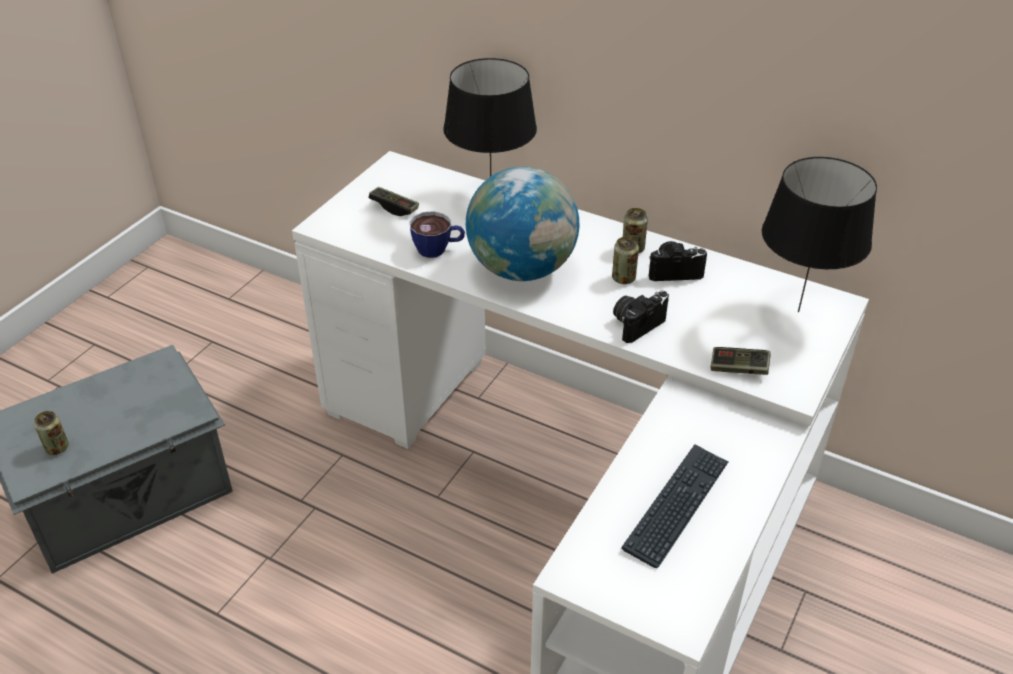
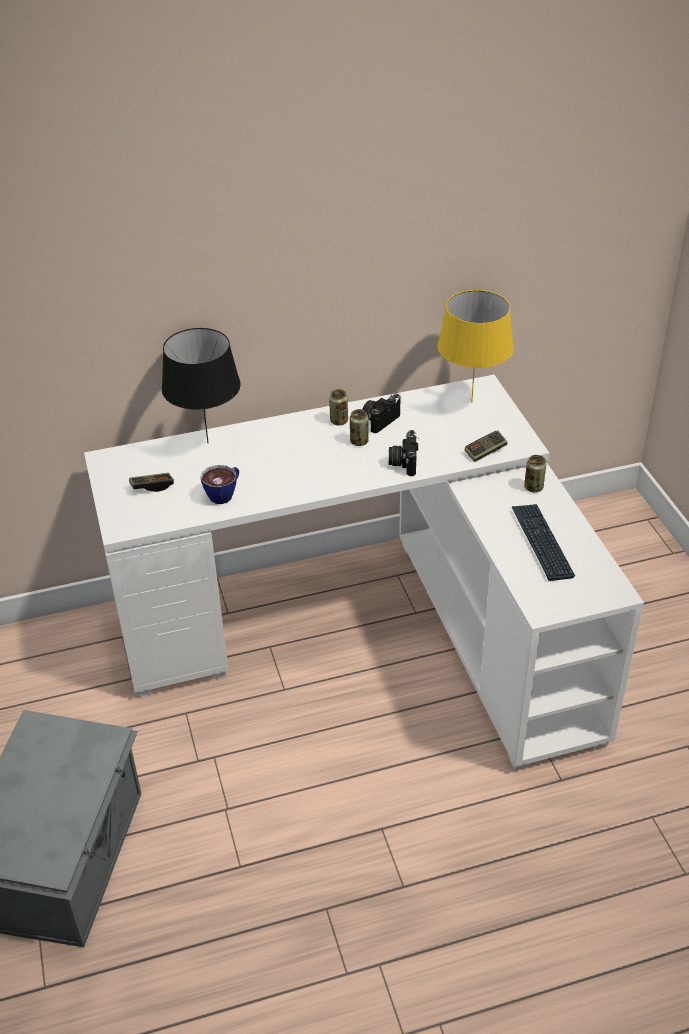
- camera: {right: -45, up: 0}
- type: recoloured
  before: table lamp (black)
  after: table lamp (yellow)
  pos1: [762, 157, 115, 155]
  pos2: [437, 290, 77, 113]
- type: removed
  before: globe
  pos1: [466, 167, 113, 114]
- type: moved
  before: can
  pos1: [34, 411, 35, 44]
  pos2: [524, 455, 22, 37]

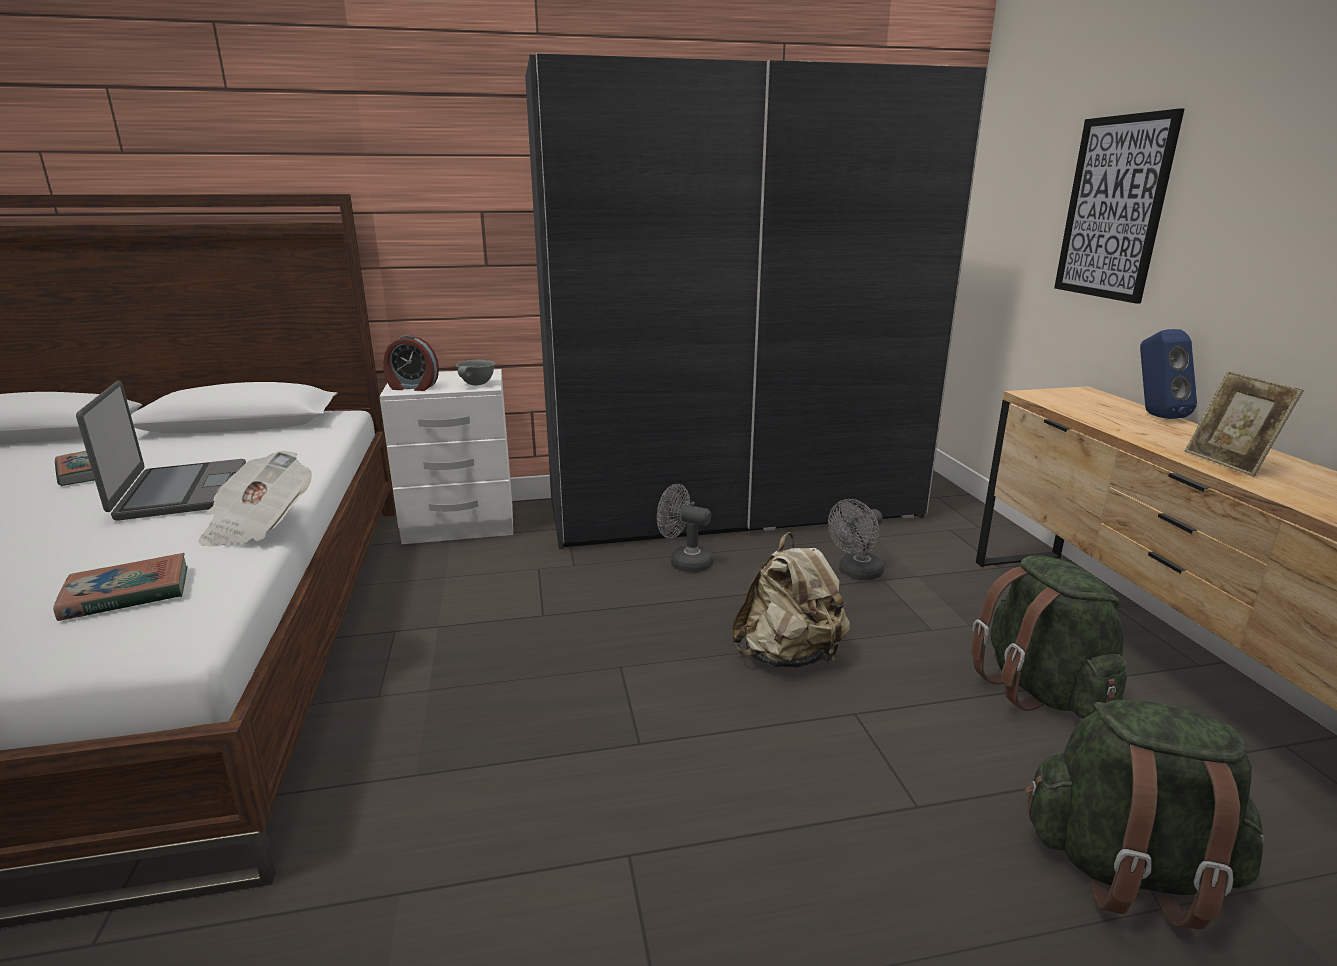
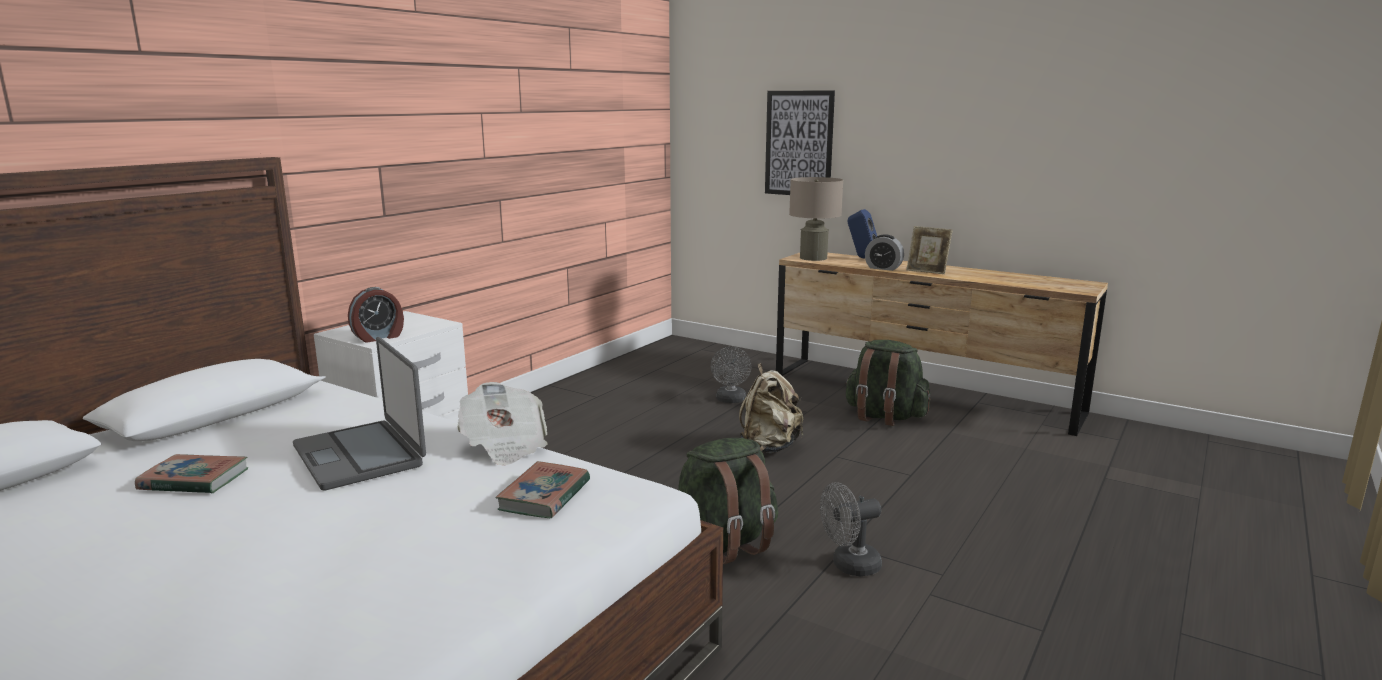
- camera: {right: -45, up: -5}
- type: removed
  before: wardrobe (grey)
  pos1: [525, 53, 464, 496]
- type: removed
  before: bowl (grey)
  pos1: [456, 359, 39, 26]
- type: turned
  before: laptop
  pos1: [76, 380, 170, 141]
  pos2: [293, 337, 133, 154]
  turn: -150
- type: moved
  before: fan (grey)
  pos1: [657, 484, 56, 89]
  pos2: [820, 482, 62, 94]
- type: moved
  before: backpack (green)
  pos1: [1025, 700, 238, 230]
  pos2: [679, 438, 99, 126]
- type: added
  after: table lamp (beige)
  pos2: [789, 177, 54, 84]
- type: added
  after: alarm clock
  pos2: [865, 234, 39, 37]

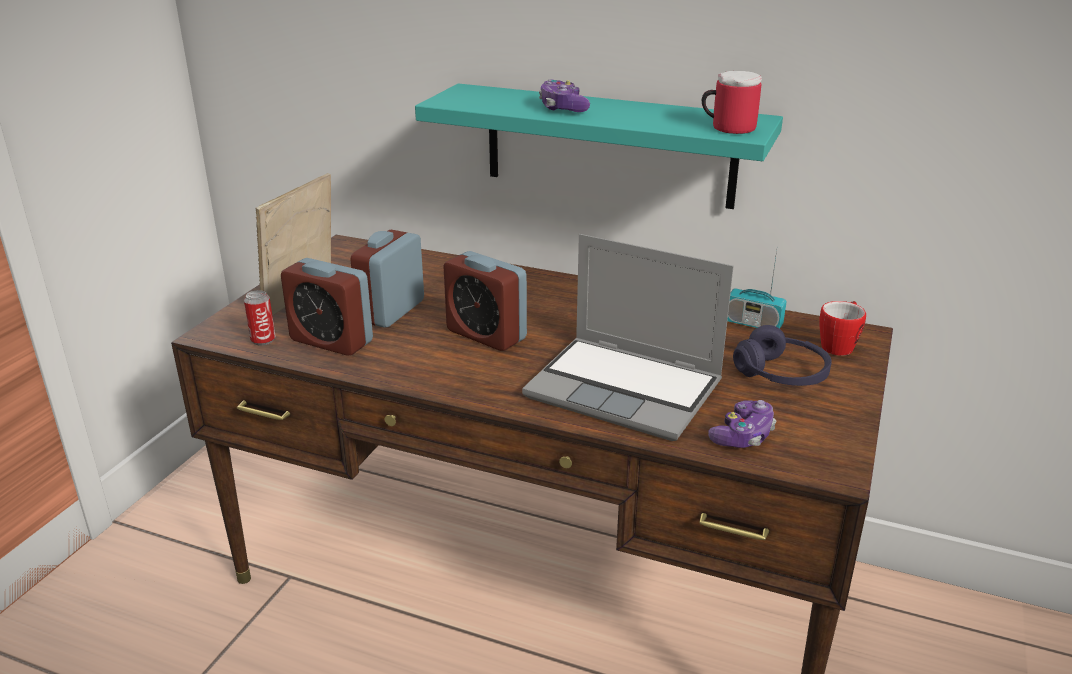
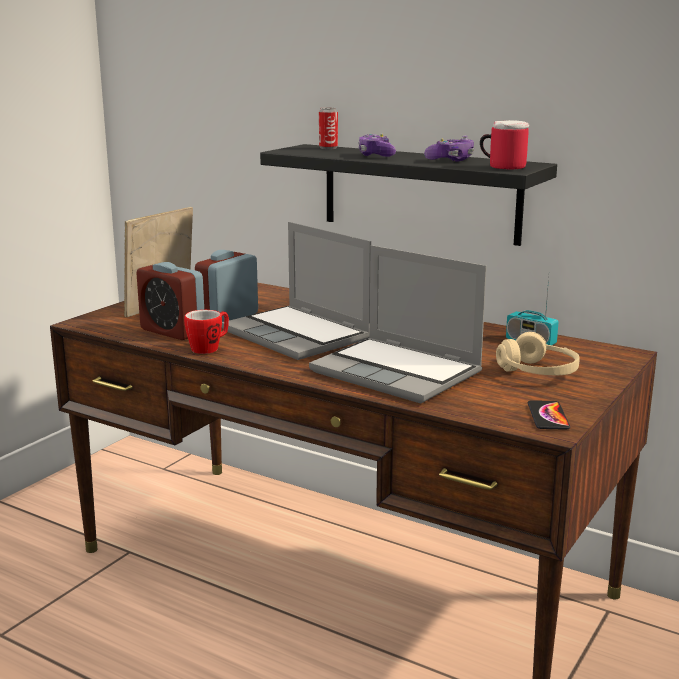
- camera: {right: 10, up: -10}
- type: recoloured
  before: shelf (turquoise)
  after: shelf (black)
  pos1: [415, 83, 368, 126]
  pos2: [260, 144, 297, 102]
- type: replaced
  before: alarm clock
  after: laptop
  pos1: [443, 251, 84, 100]
  pos2: [222, 222, 149, 138]
- type: moved
  before: can
  pos1: [244, 290, 32, 55]
  pos2: [319, 107, 19, 42]
- type: moved
  before: mug
  pos1: [819, 301, 47, 55]
  pos2: [184, 310, 45, 44]
- type: recoloured
  before: headphones (purple)
  after: headphones (beige)
  pos1: [733, 325, 98, 61]
  pos2: [496, 332, 84, 43]
- type: moved
  before: game controller
  pos1: [708, 400, 68, 48]
  pos2: [424, 136, 51, 25]
- type: added
  after: phone
  pos2: [528, 400, 42, 30]

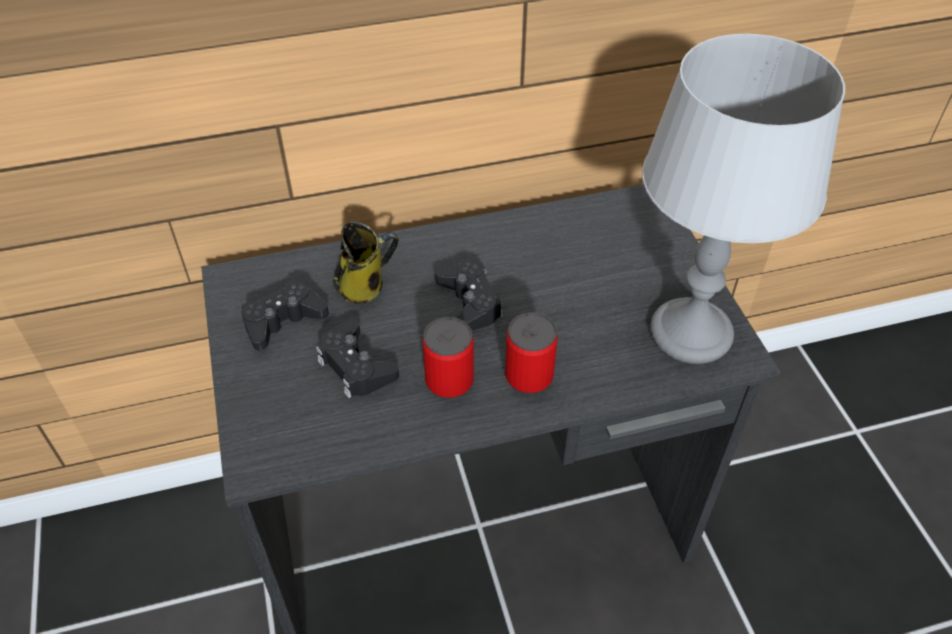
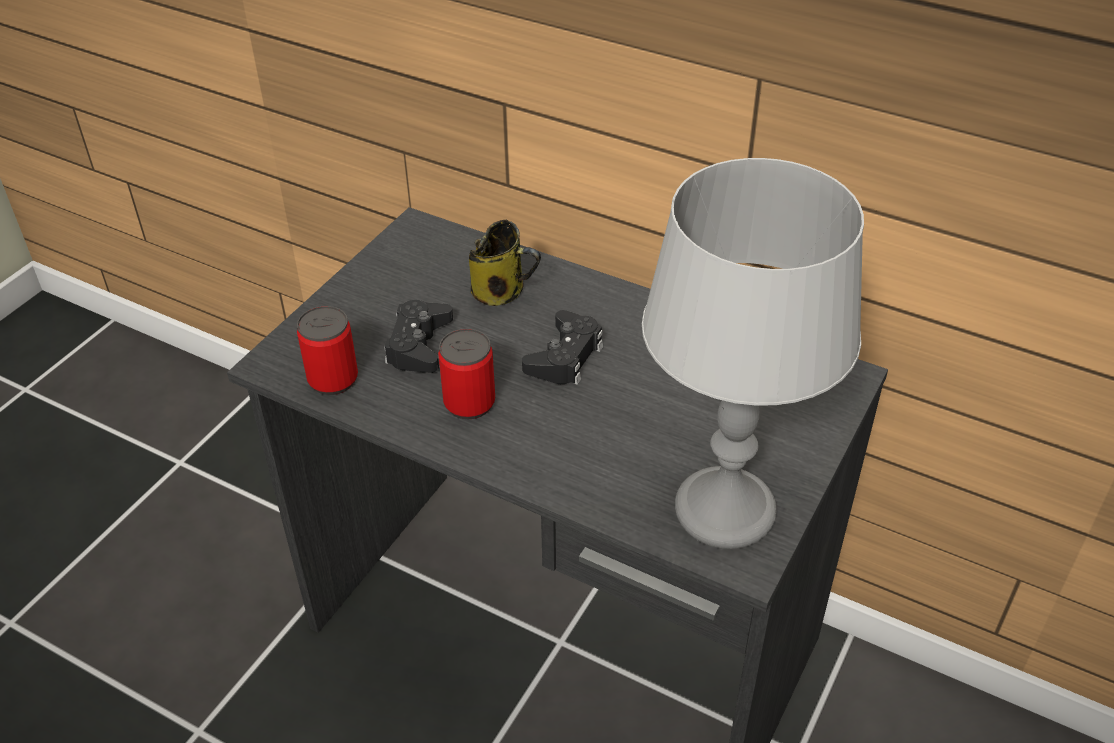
- camera: {right: 45, up: -5}
- type: removed
  before: game controller (black)
  pos1: [241, 280, 88, 70]
- type: moved
  before: can
  pos1: [505, 313, 53, 81]
  pos2: [297, 306, 61, 89]

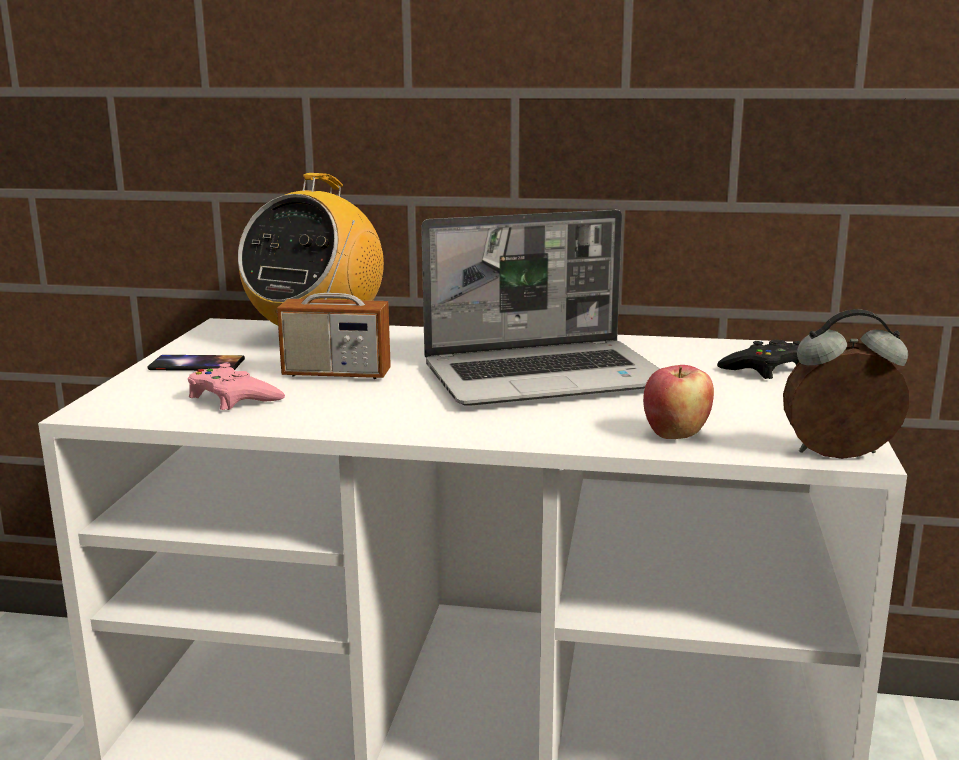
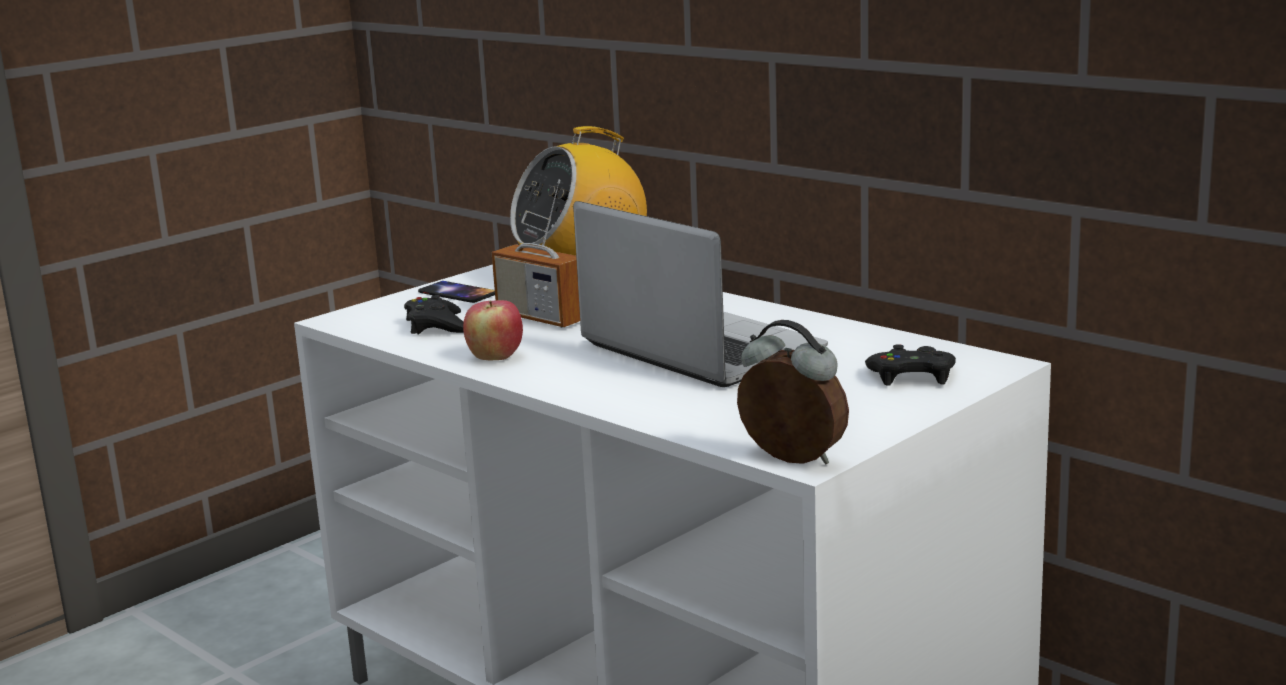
- camera: {right: 35, up: 0}
- type: turned
  before: laptop
  pos1: [421, 210, 239, 196]
  pos2: [573, 201, 255, 186]
  turn: -150
- type: recoloured
  before: game controller (pink)
  after: game controller (black)
  pos1: [188, 363, 97, 47]
  pos2: [404, 295, 60, 40]
- type: moved
  before: apple
  pos1: [643, 365, 71, 74]
  pos2: [463, 300, 60, 60]

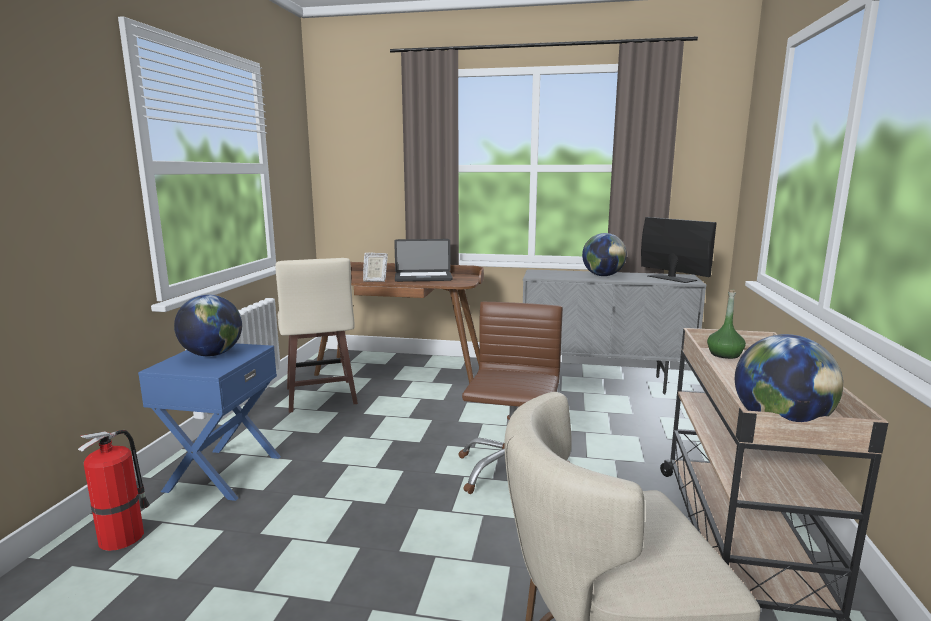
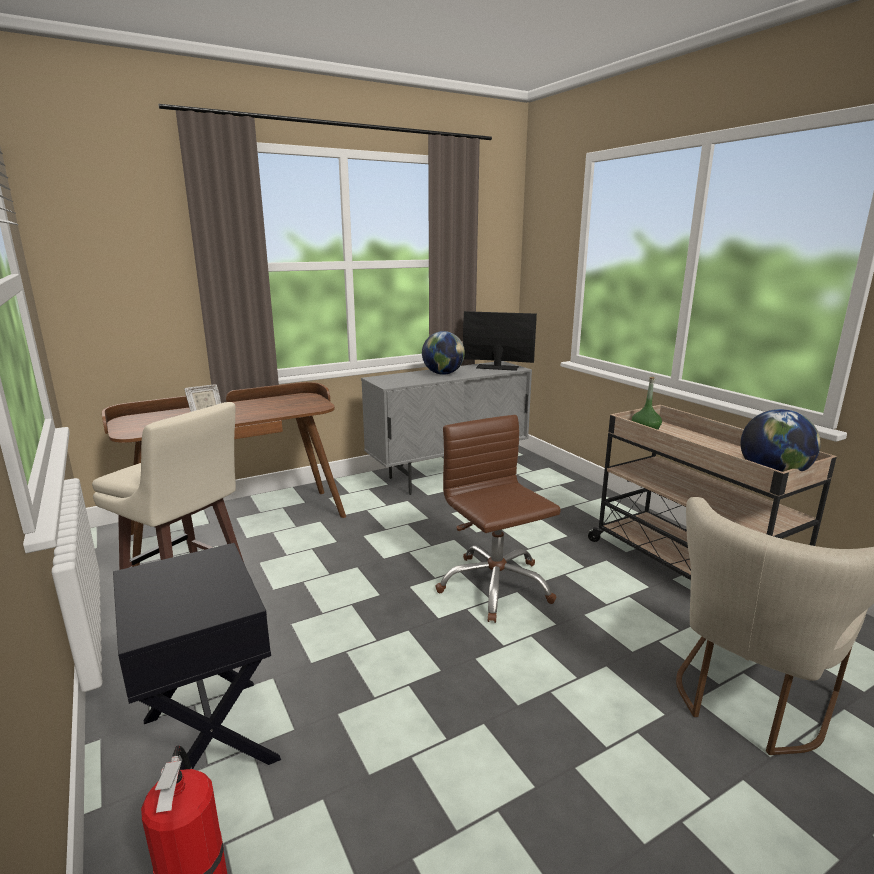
- camera: {right: -40, up: 5}
- type: removed
  before: laptop
  pos1: [394, 239, 59, 43]
- type: removed
  before: globe
  pos1: [174, 295, 68, 61]
- type: recoloured
  before: nightstand (blue)
  after: nightstand (black)
  pos1: [138, 343, 143, 158]
  pos2: [113, 543, 168, 227]

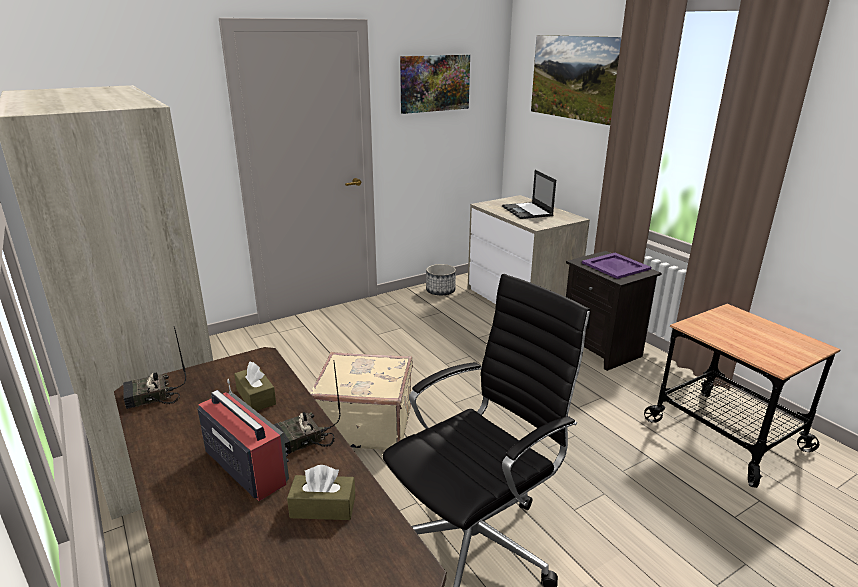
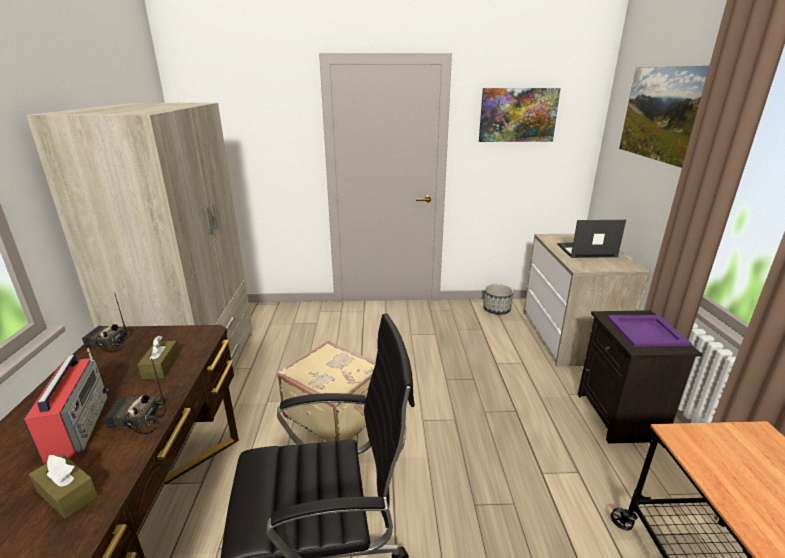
- camera: {right: 30, up: 0}
- type: turned
  before: laptop
  pos1: [502, 170, 54, 49]
  pos2: [557, 220, 69, 38]
  turn: 75

